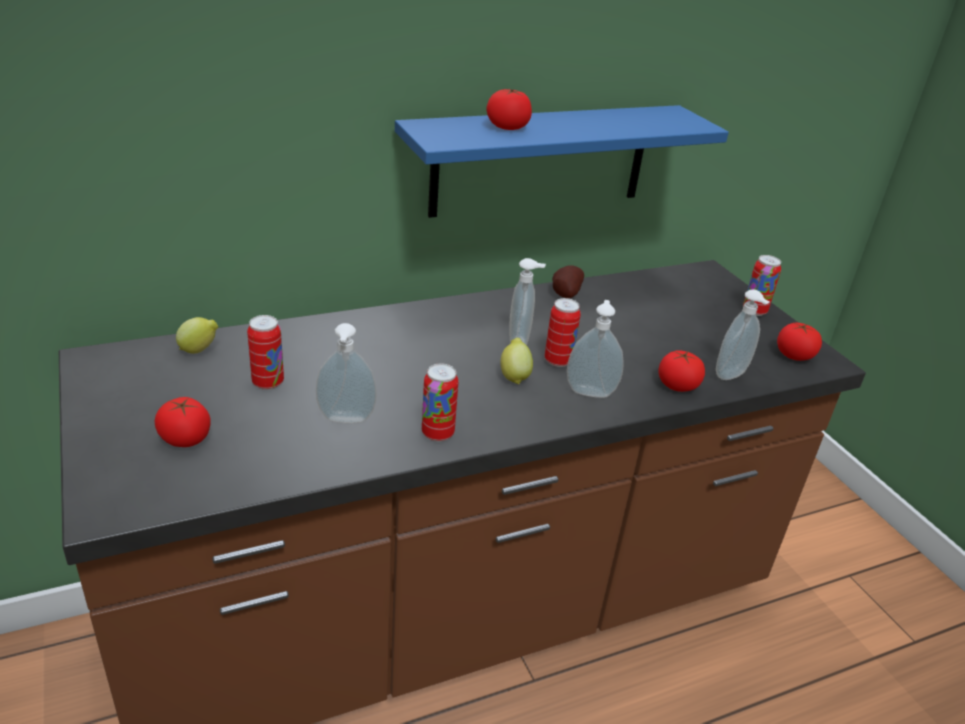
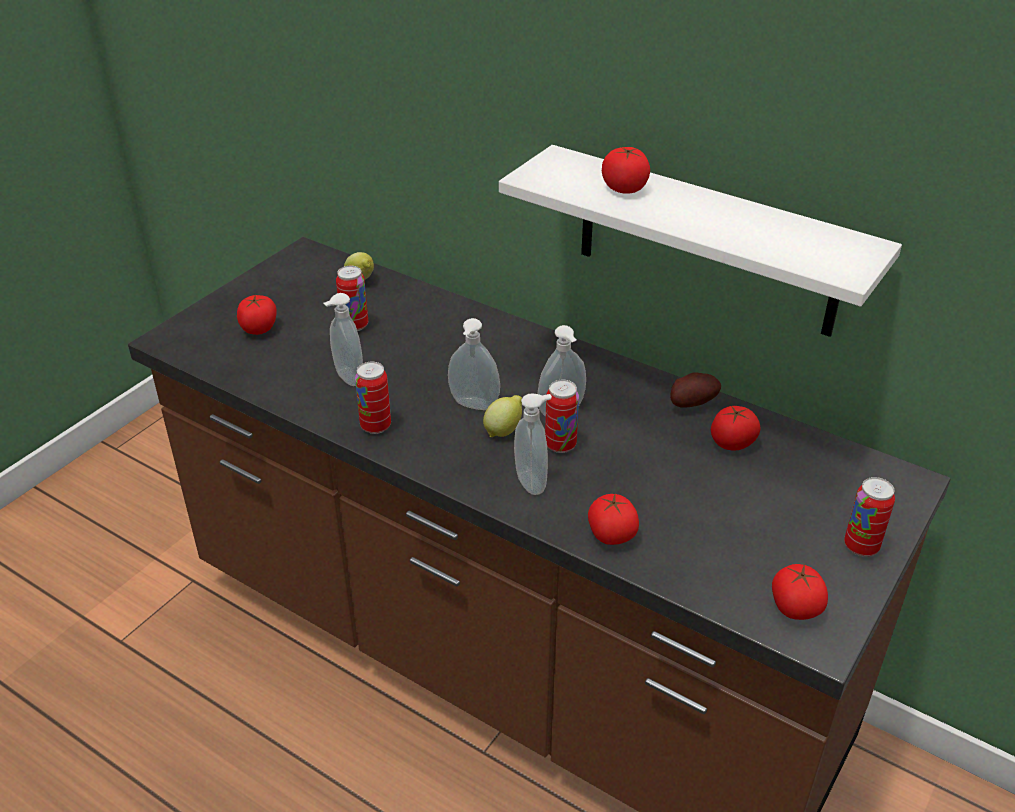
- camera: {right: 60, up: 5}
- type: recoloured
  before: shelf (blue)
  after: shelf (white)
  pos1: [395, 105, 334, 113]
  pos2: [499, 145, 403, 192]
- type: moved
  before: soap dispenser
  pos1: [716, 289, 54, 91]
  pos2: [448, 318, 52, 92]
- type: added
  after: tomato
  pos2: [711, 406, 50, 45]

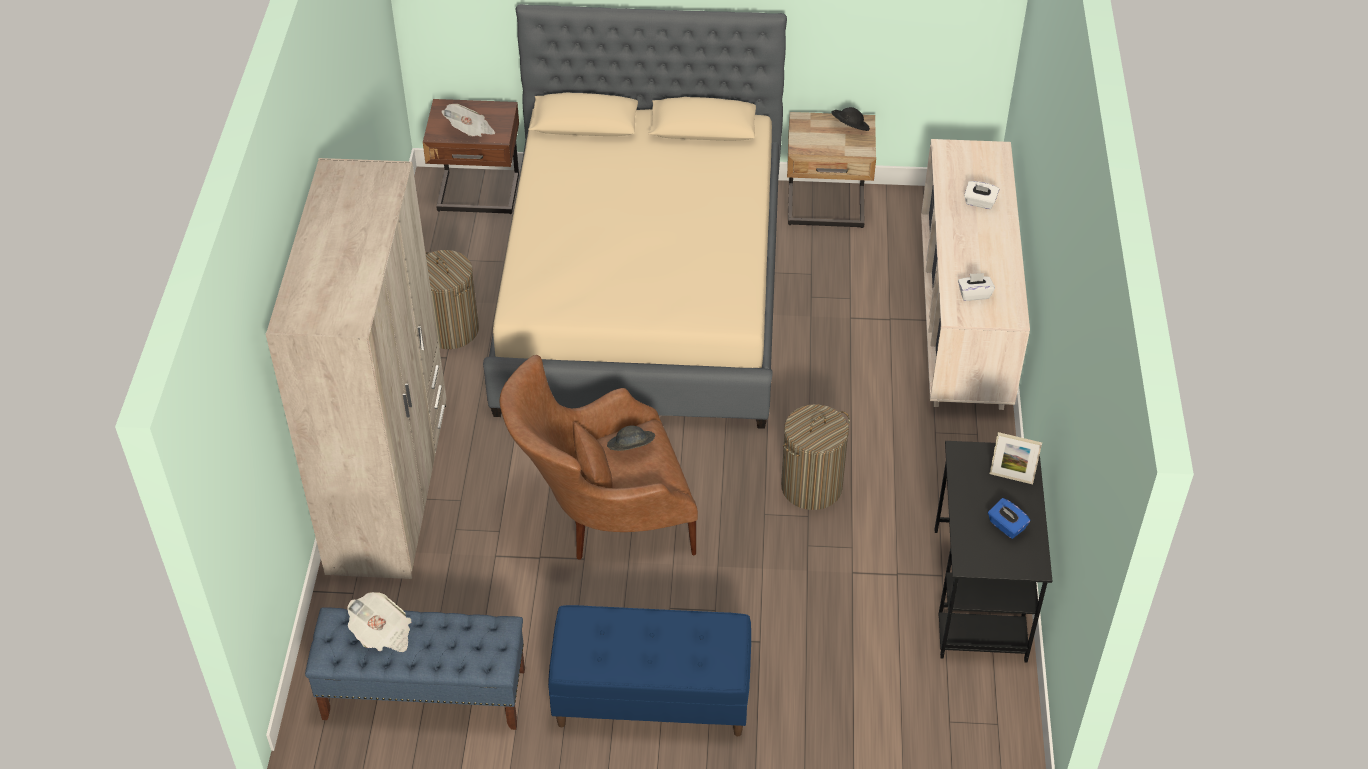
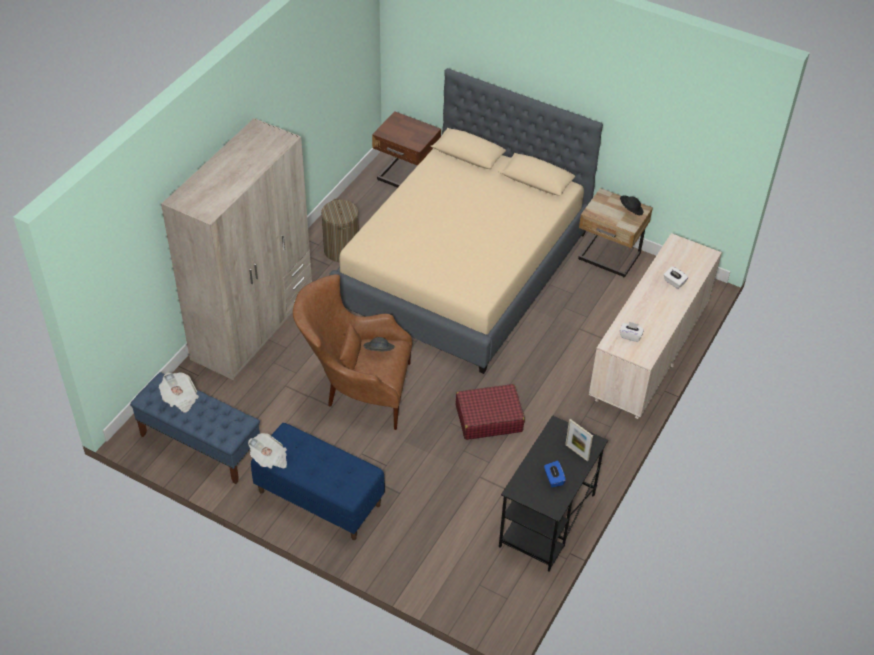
- camera: {right: 25, up: 0}
- type: moved
  before: newspaper
  pos1: [441, 104, 55, 33]
  pos2: [248, 433, 39, 36]
- type: replaced
  before: laundry basket
  after: suitcase (red)
  pos1: [781, 404, 69, 106]
  pos2: [456, 384, 69, 56]

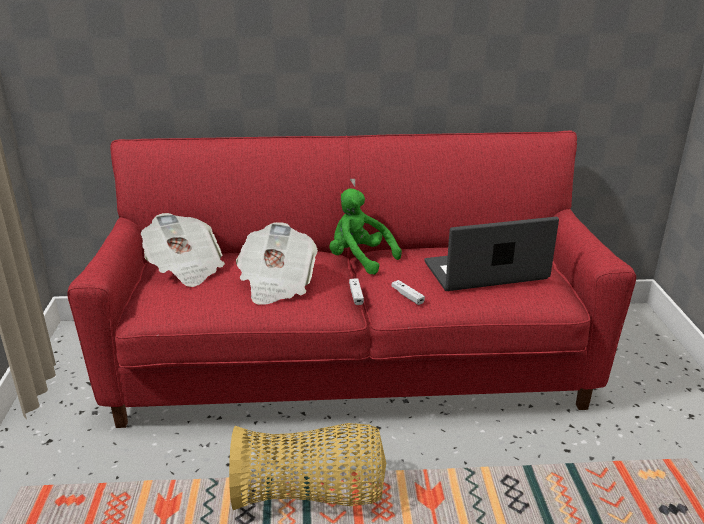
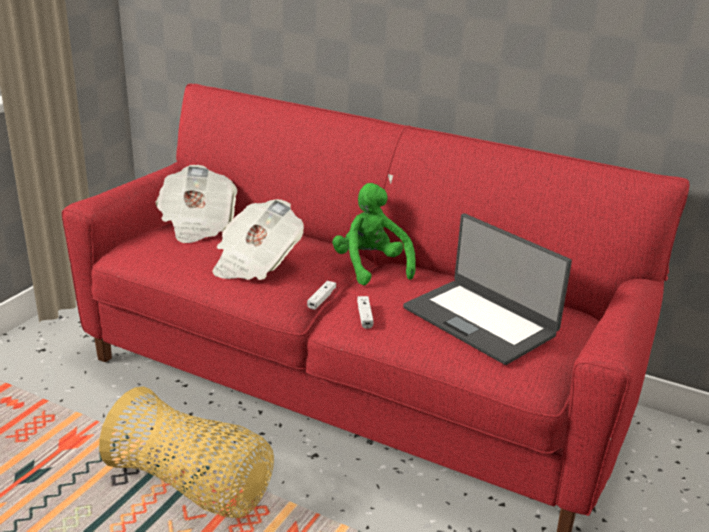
- camera: {right: 30, up: 0}
- type: turned
  before: laptop
  pos1: [424, 217, 135, 74]
  pos2: [403, 213, 169, 152]
  turn: -150

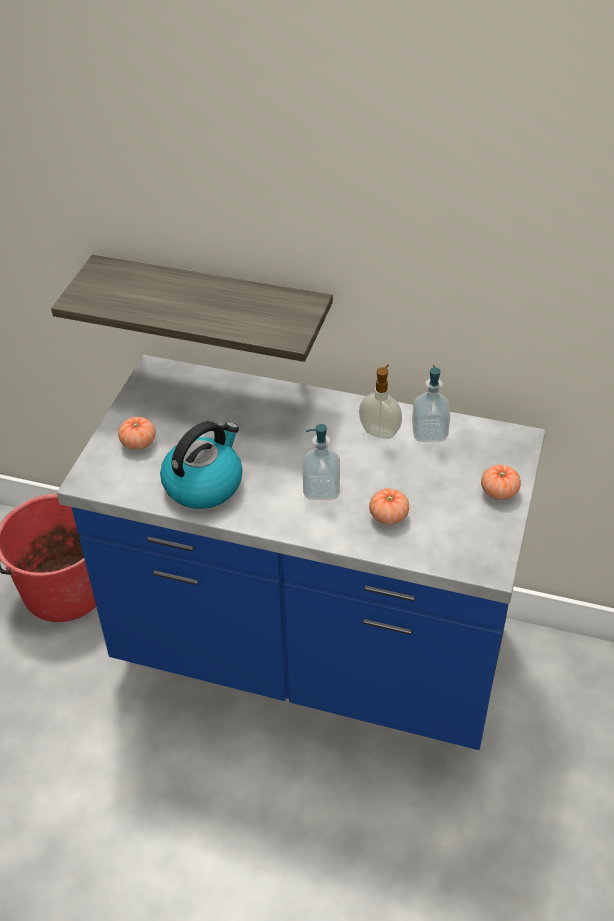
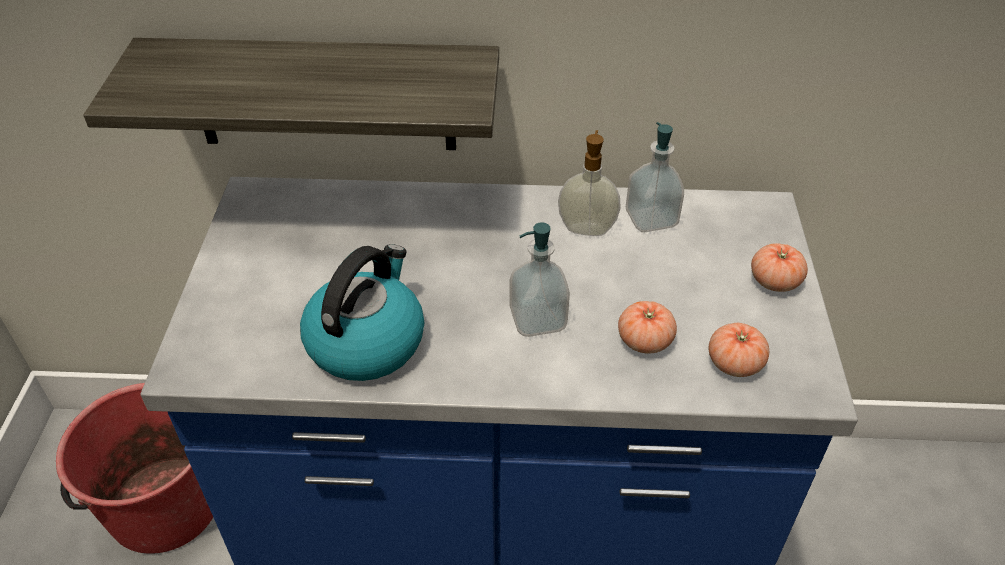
- camera: {right: -15, up: 0}
- type: moved
  before: tomato
  pos1: [118, 417, 38, 33]
  pos2: [708, 323, 61, 54]

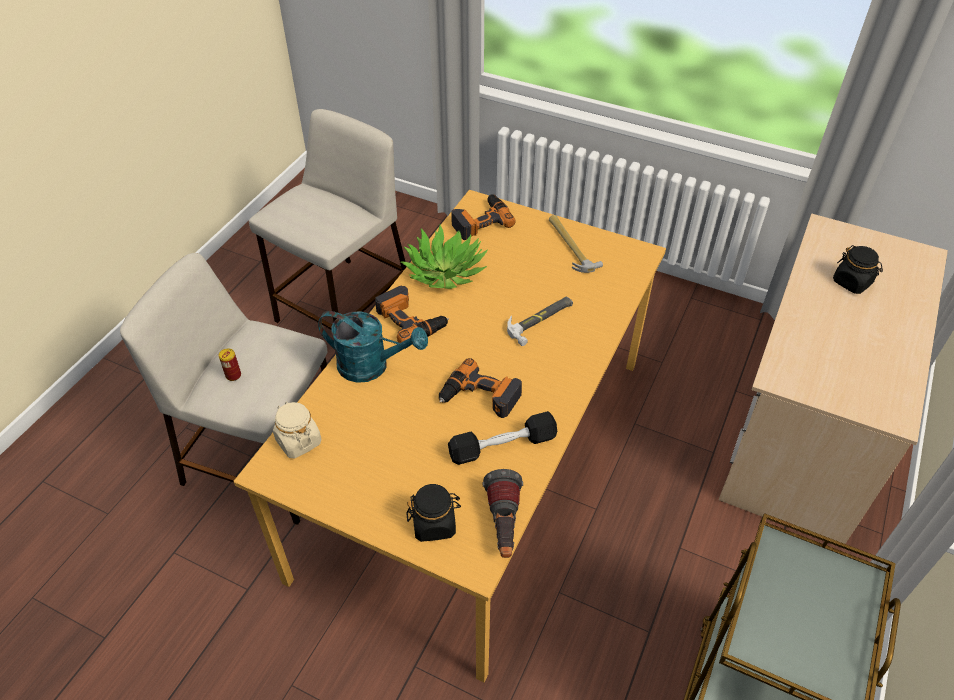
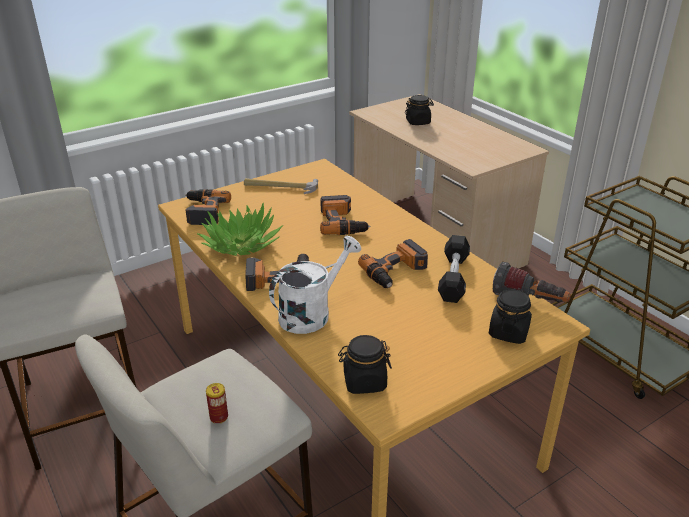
- camera: {right: -60, up: -15}
- type: replaced
  before: hammer
  after: power drill
  pos1: [507, 297, 66, 49]
  pos2: [320, 195, 51, 40]
- type: recoloured
  before: watering can (turquoise)
  after: watering can (white)
  pos1: [318, 311, 110, 72]
  pos2: [269, 236, 92, 98]
- type: recoloured
  before: jar (beige)
  after: jar (black)
  pos1: [273, 402, 48, 56]
  pos2: [338, 335, 54, 59]

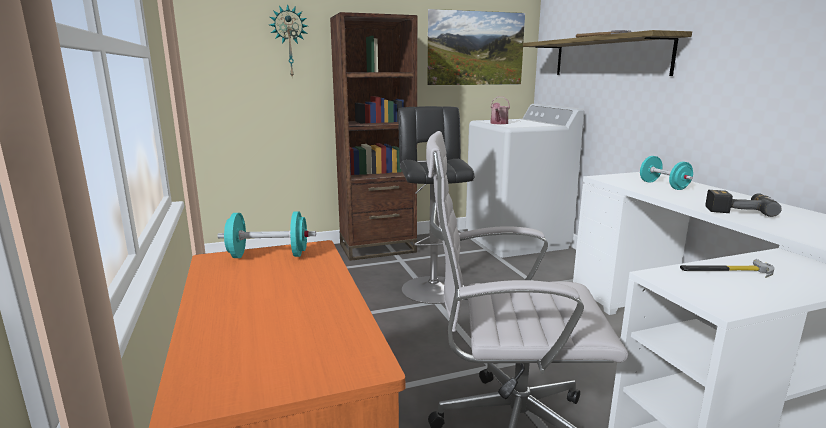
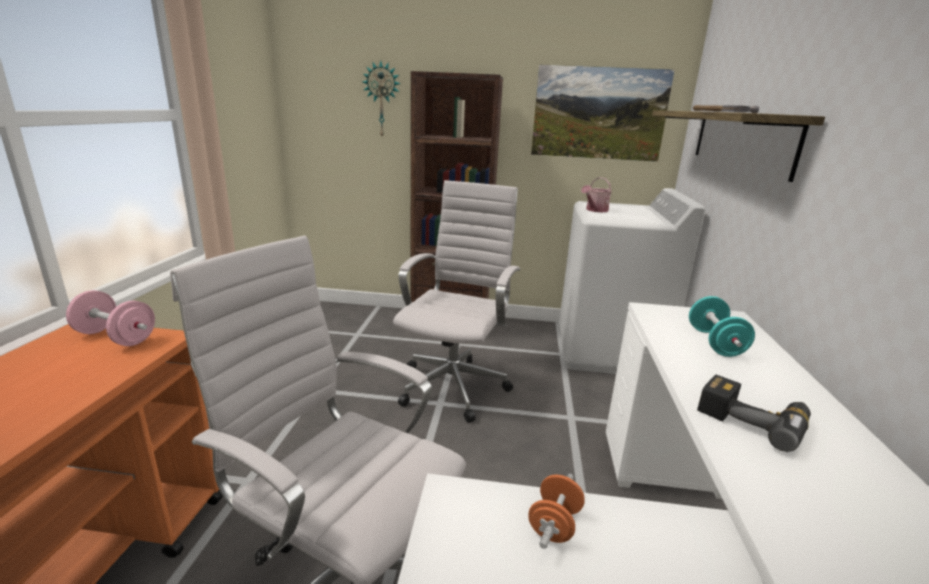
- camera: {right: 25, up: 5}
- type: replaced
  before: stool (black)
  after: office chair (white)
  pos1: [398, 106, 77, 198]
  pos2: [393, 180, 127, 243]
- type: recoloured
  before: dumbbell (turquoise)
  after: dumbbell (pink)
  pos1: [217, 211, 99, 47]
  pos2: [66, 290, 89, 56]
- type: replaced
  before: hammer
  after: dumbbell (orange)
  pos1: [680, 259, 94, 19]
  pos2: [528, 474, 57, 75]

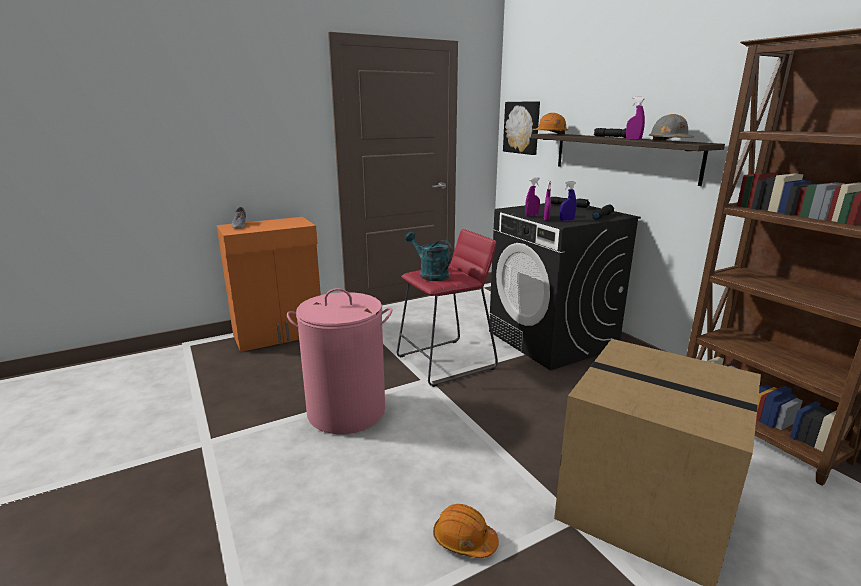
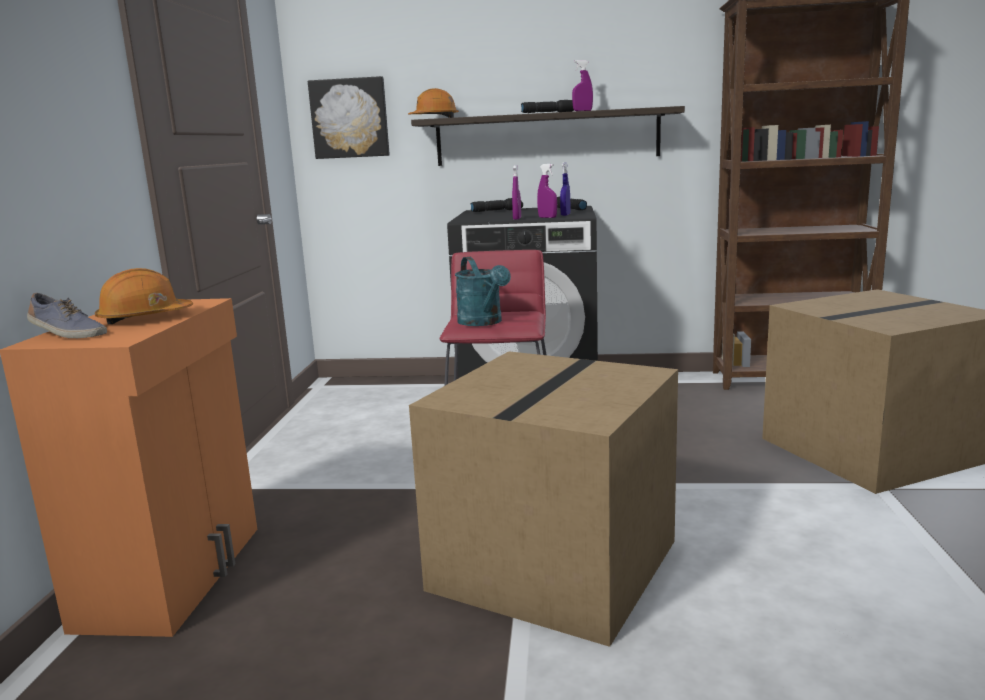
- camera: {right: -55, up: -5}
- type: removed
  before: hard hat (grey)
  pos1: [649, 114, 45, 27]
- type: turned
  before: watering can (turquoise)
  pos1: [405, 231, 48, 50]
  pos2: [455, 257, 56, 69]
  turn: -105
- type: replaced
  before: laundry basket (pink)
  after: cardboard box
  pos1: [287, 288, 105, 146]
  pos2: [409, 351, 269, 296]
- type: moved
  before: hard hat (orange)
  pos1: [433, 504, 66, 54]
  pos2: [95, 268, 98, 57]

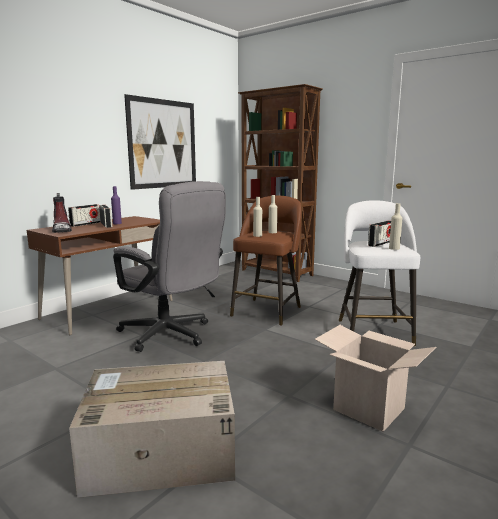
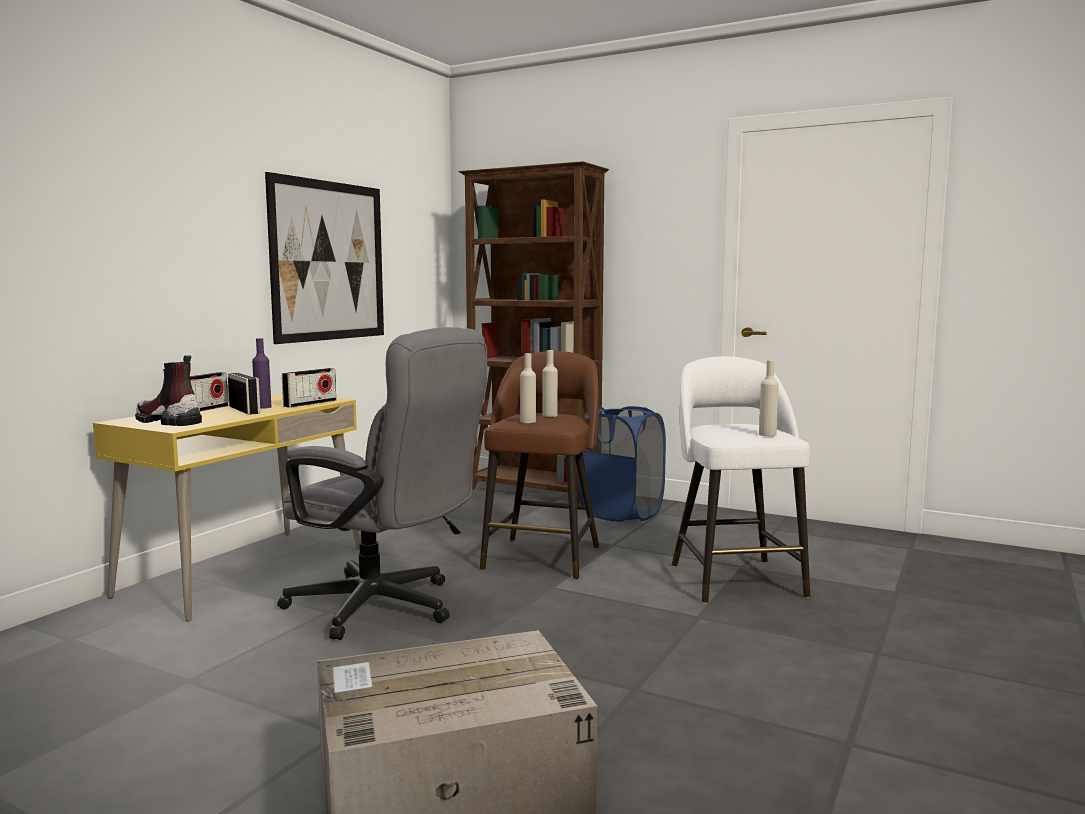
- camera: {right: -10, up: -5}
- type: turned
  before: boot
  pos1: [52, 193, 20, 40]
  pos2: [135, 355, 67, 71]
  turn: 150
- type: recoloured
  before: desk (brown)
  after: desk (yellow)
  pos1: [27, 216, 146, 119]
  pos2: [93, 393, 267, 229]
- type: moved
  before: radio
  pos1: [368, 221, 23, 26]
  pos2: [282, 368, 54, 40]
- type: removed
  before: cardboard box
  pos1: [315, 325, 121, 107]
- type: added
  after: laundry basket (blue)
  pos2: [578, 406, 88, 116]

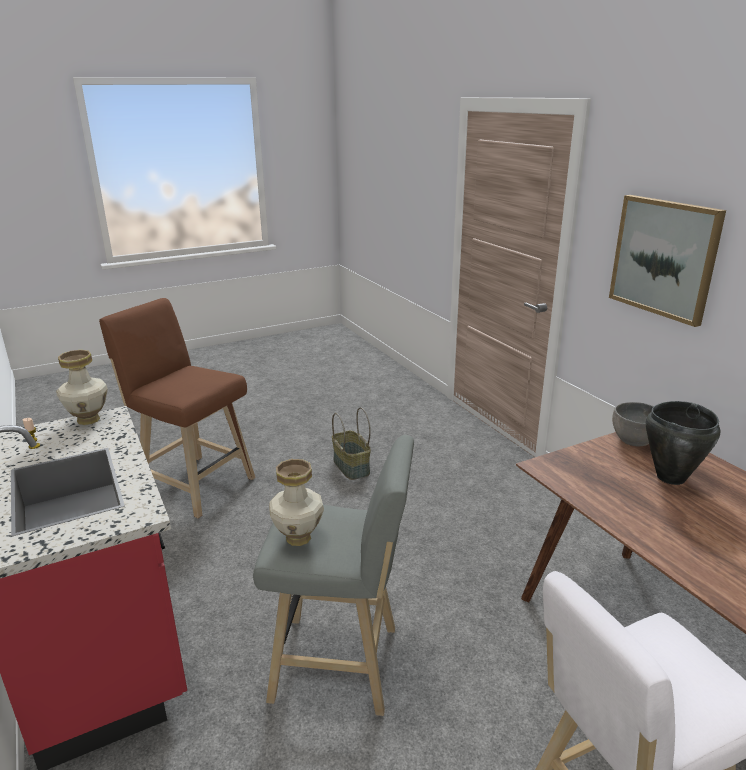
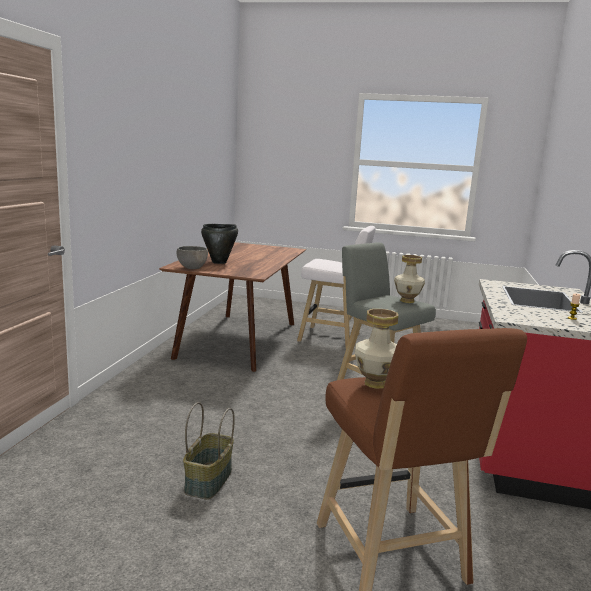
- camera: {right: -140, up: -10}
- type: removed
  before: picture
  pos1: [609, 195, 117, 132]
- type: moved
  before: vase
  pos1: [57, 350, 51, 75]
  pos2: [355, 309, 43, 80]

